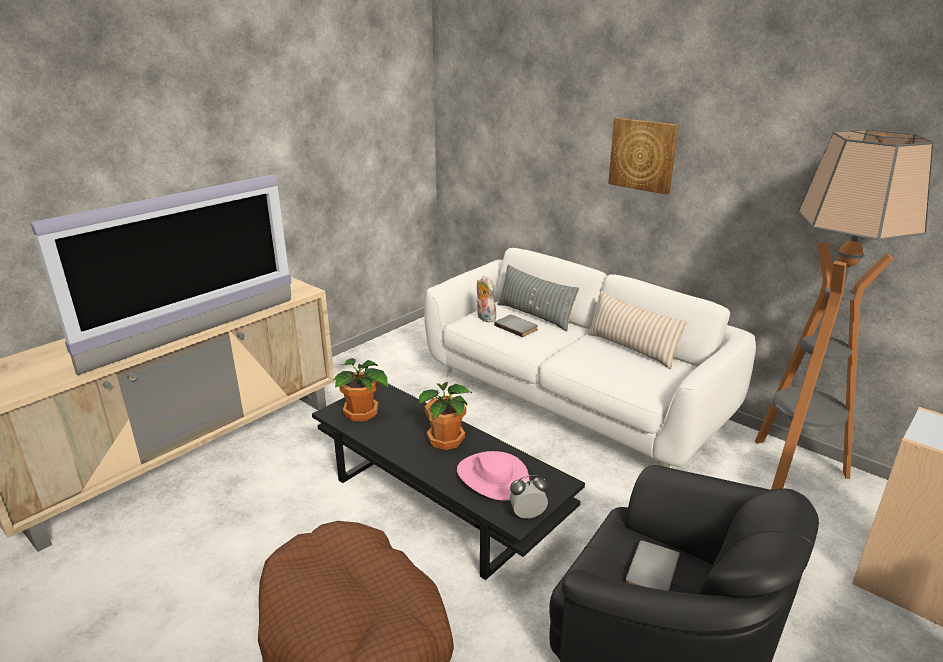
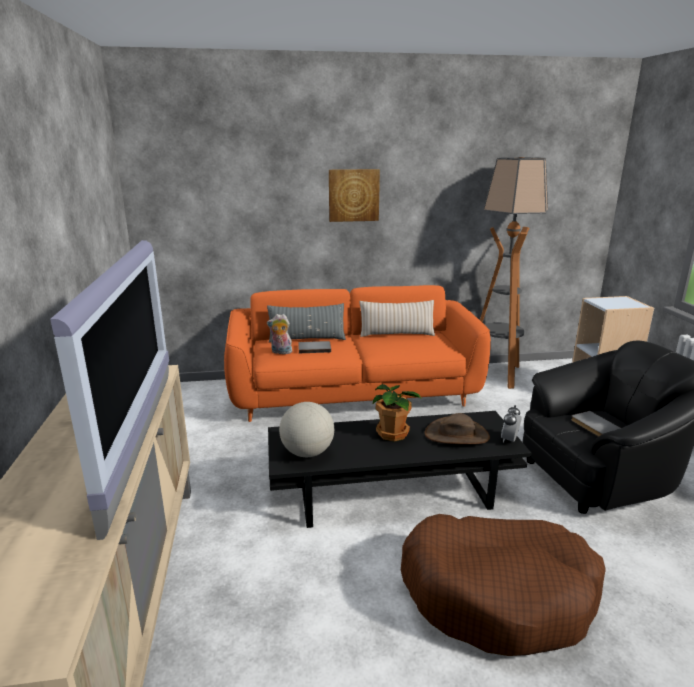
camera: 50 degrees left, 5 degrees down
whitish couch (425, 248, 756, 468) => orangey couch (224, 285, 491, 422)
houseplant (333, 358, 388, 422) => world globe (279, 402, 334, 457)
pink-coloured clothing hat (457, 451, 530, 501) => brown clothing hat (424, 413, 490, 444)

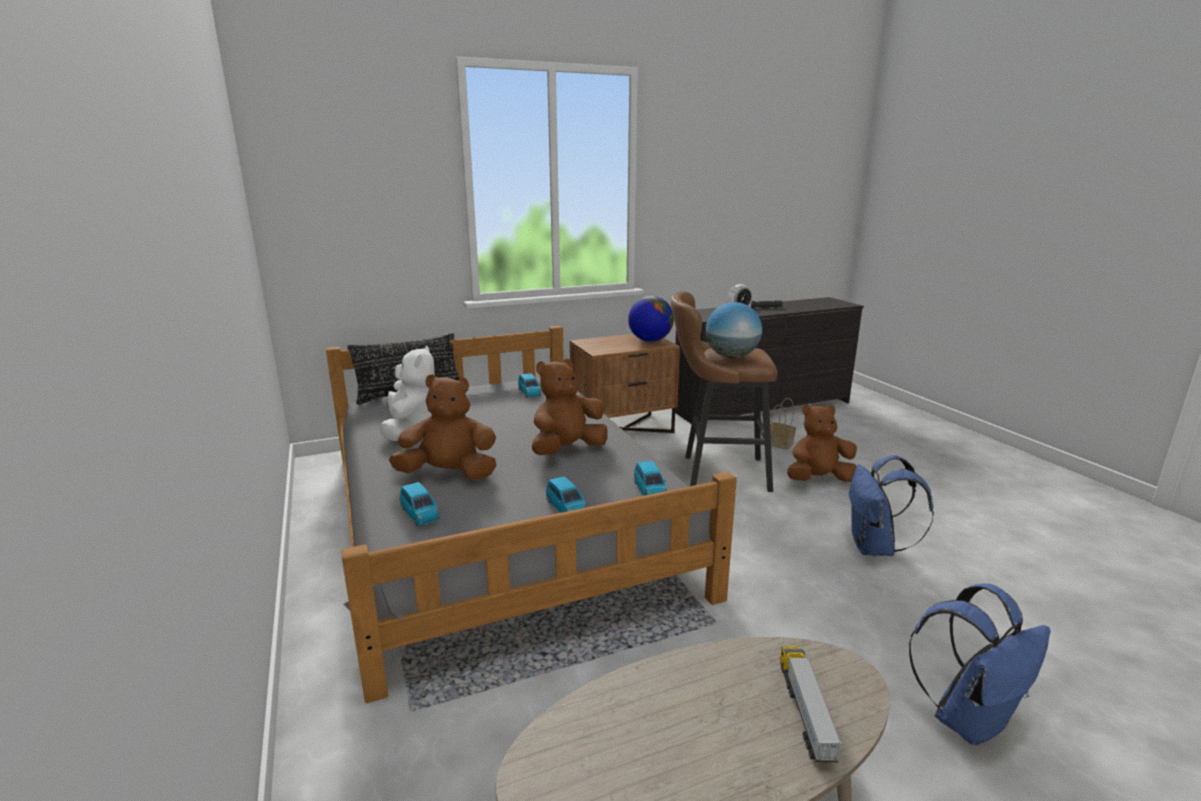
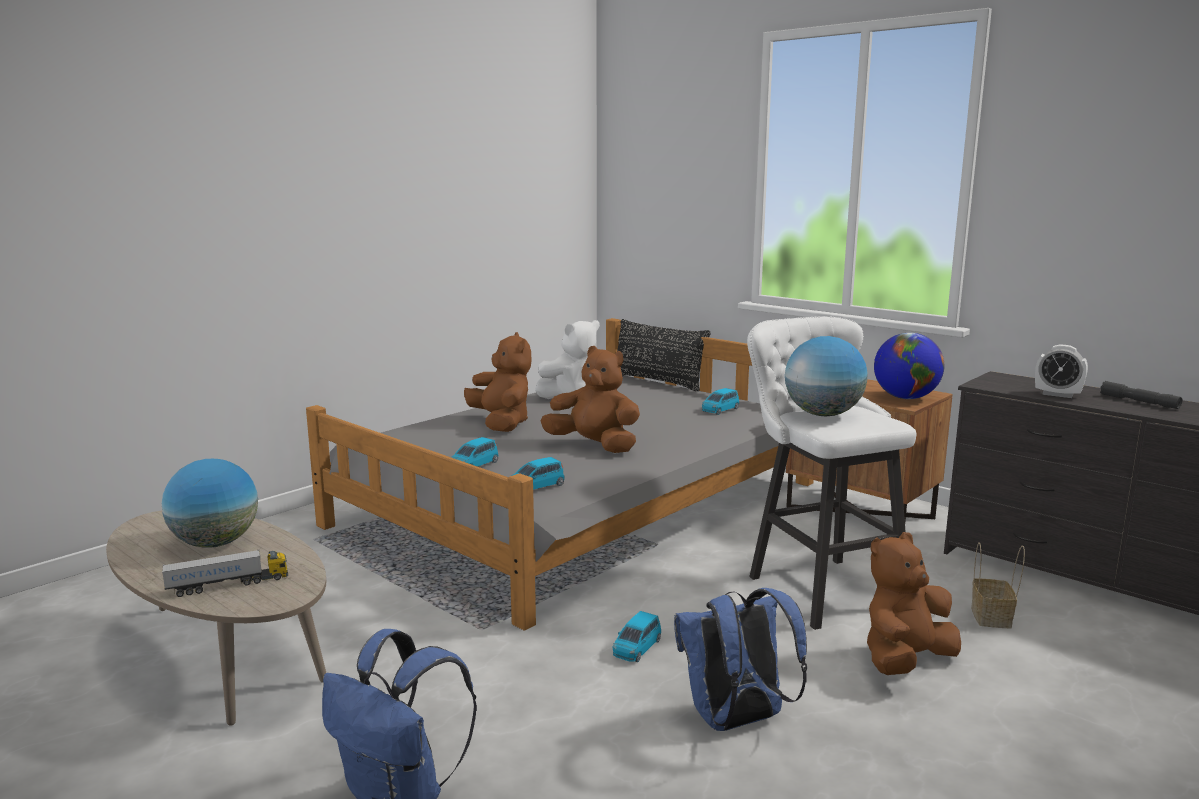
camera: 65 degrees right, 5 degrees down
nothing => world globe (162, 459, 258, 548)
bluish model car (400, 482, 440, 526) => bluish model car (613, 611, 661, 662), moved
brown stool (671, 291, 777, 492) => whitish stool (747, 316, 916, 630)
brown soft toy (787, 404, 857, 482) => brown soft toy (867, 532, 961, 675), 90 degrees counterclockwise

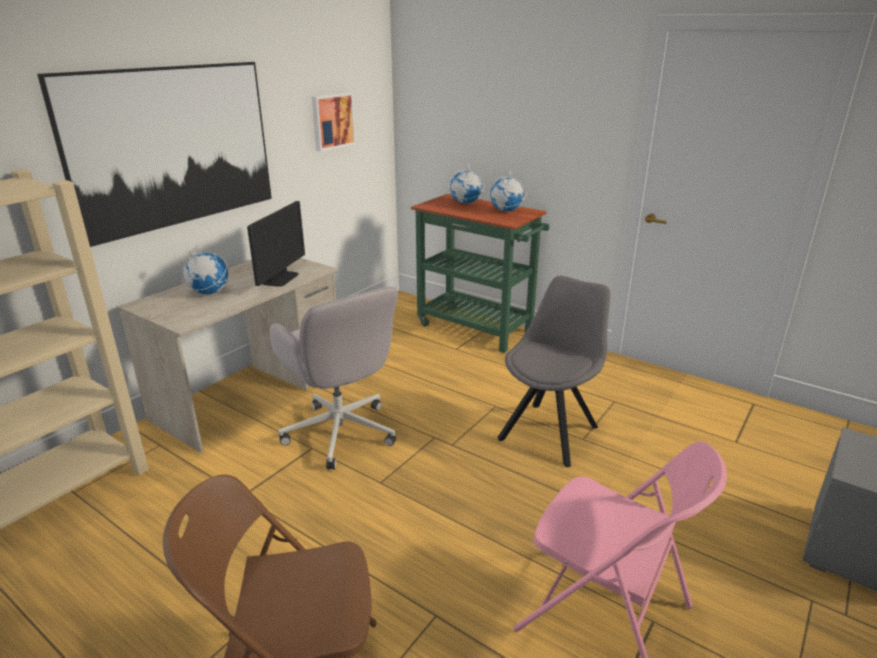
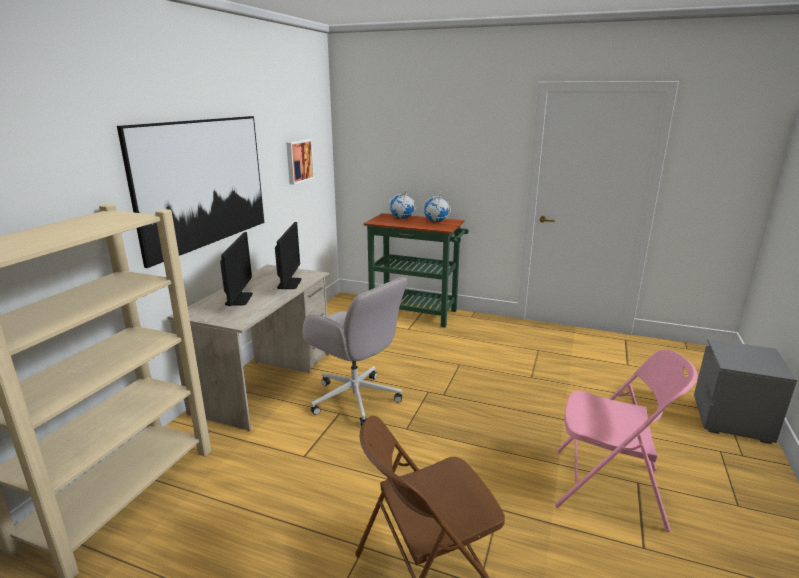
camera: 15 degrees left, 5 degrees down
world globe (182, 245, 228, 294) => monitor (220, 232, 253, 306)
greyish plain chair (497, 276, 610, 467) => nothing

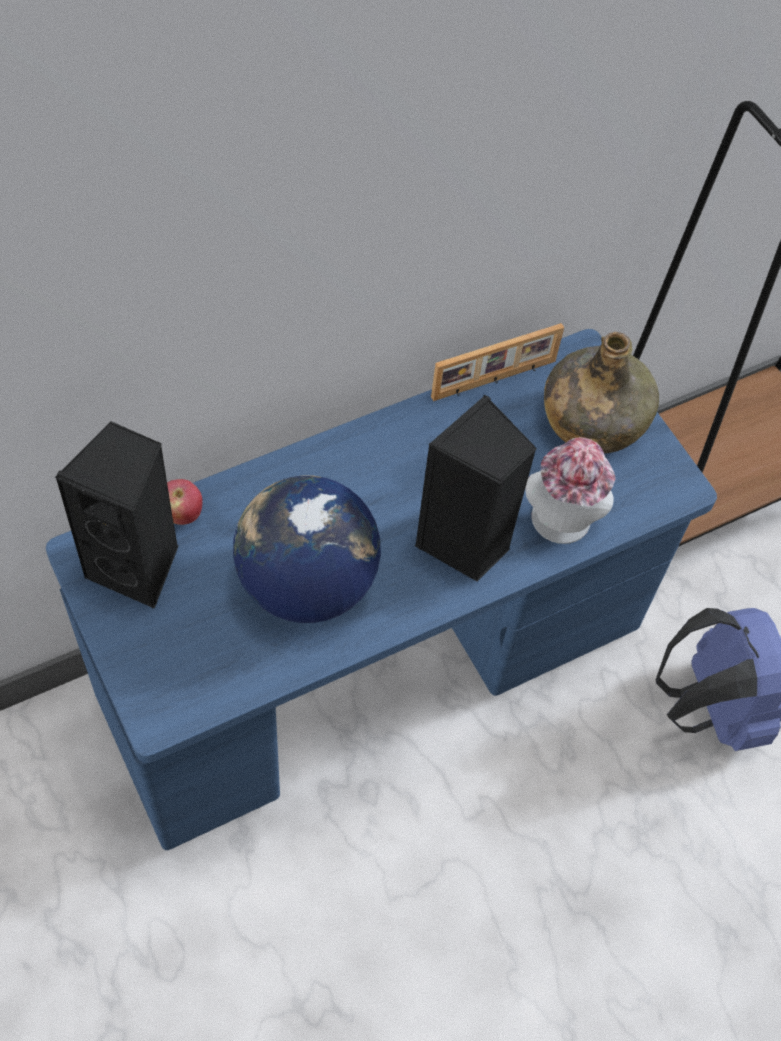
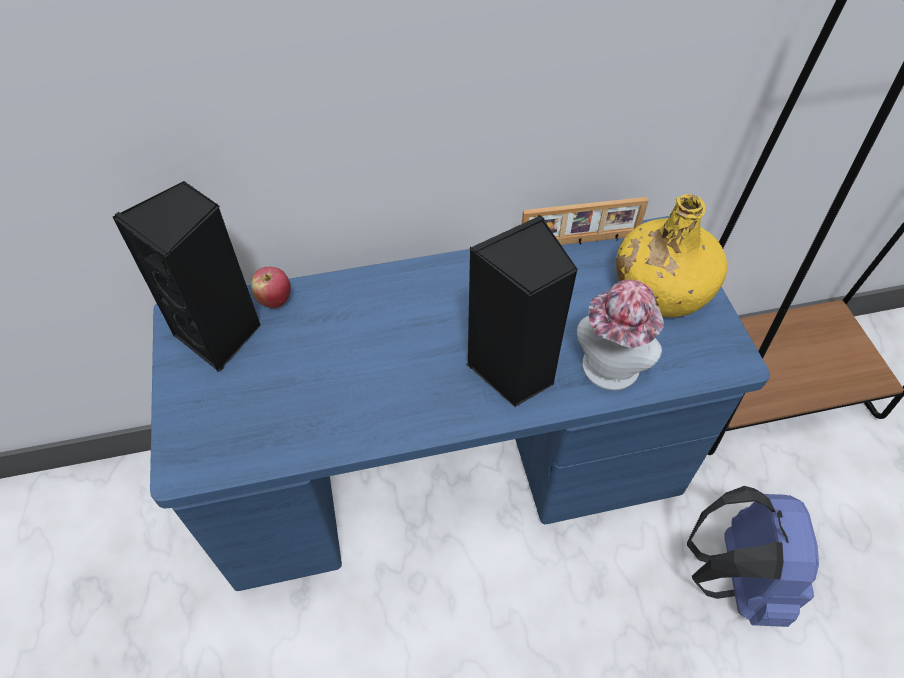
camera: 20 degrees right, 5 degrees down
greenish beverage bottle (544, 331, 659, 453) => yellow beverage bottle (616, 194, 727, 317)
world globe (233, 475, 381, 623) => nothing

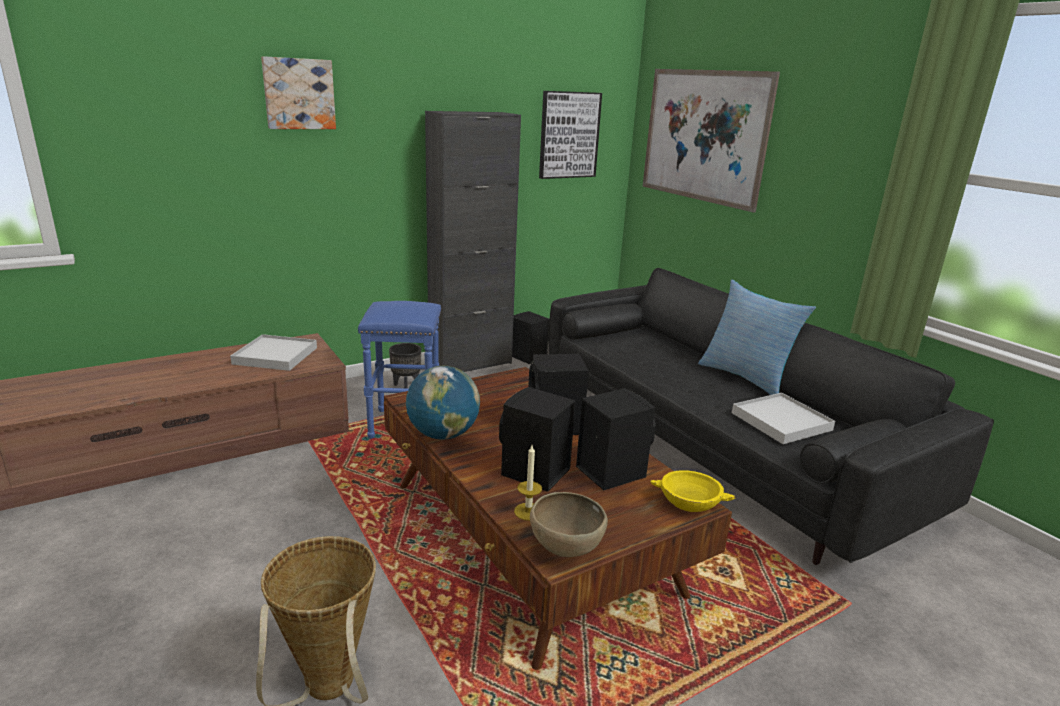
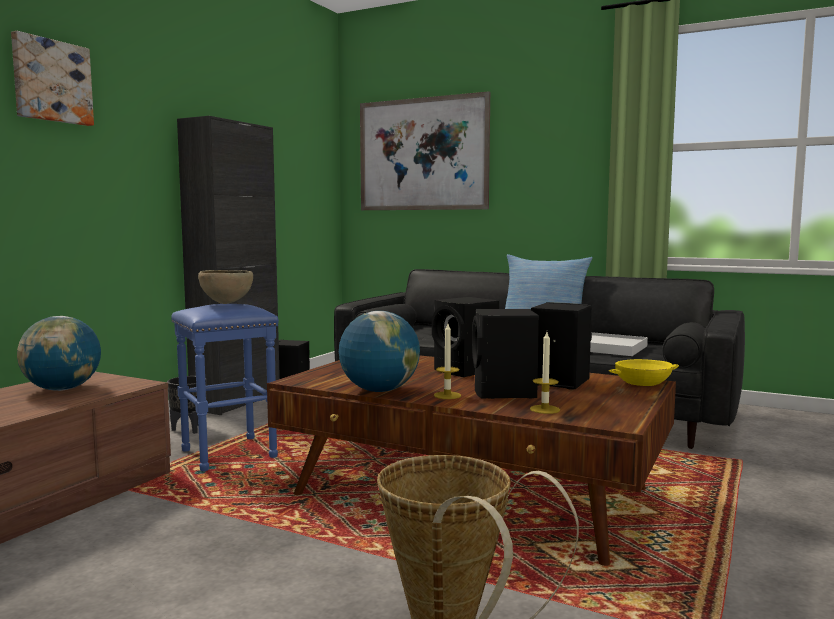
camera: 30 degrees left, 15 degrees down
whitish serving tray (230, 334, 317, 371) => world globe (17, 316, 101, 391)
brown deep dish (530, 492, 608, 557) => brown deep dish (198, 270, 253, 304), moved
nothing => wax light (434, 324, 461, 399)
picture (539, 91, 602, 179) => nothing

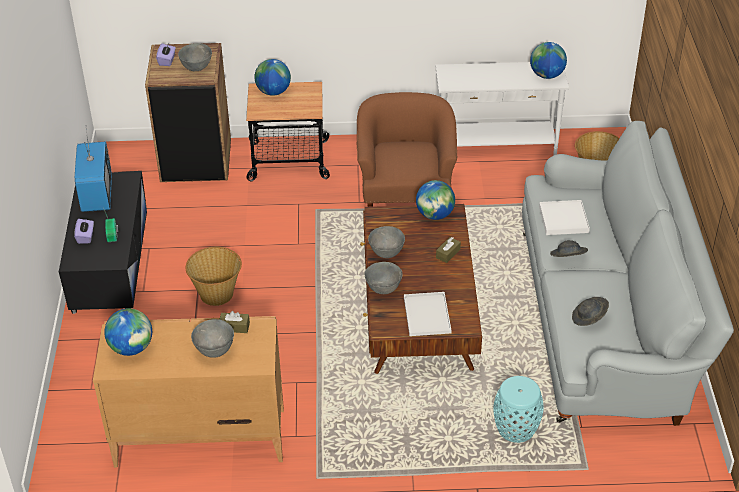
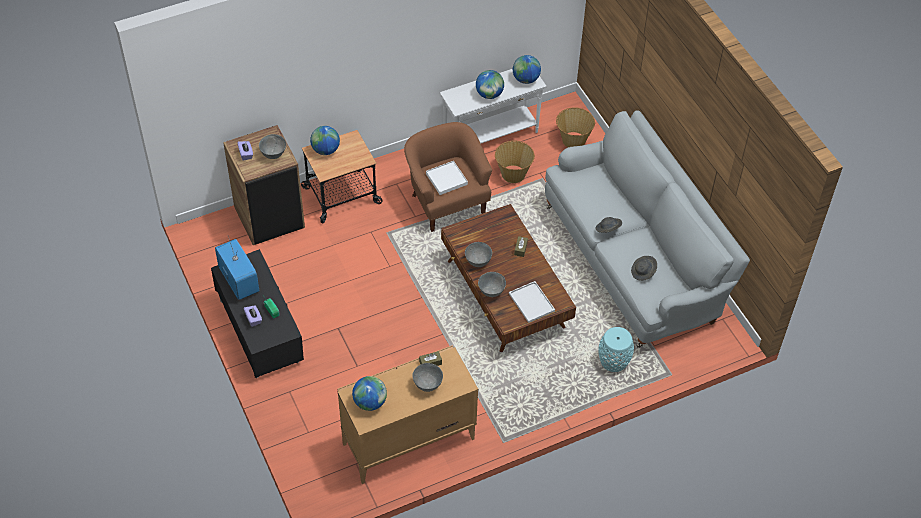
camera: 25 degrees left, 10 degrees up
whitish serving tray (539, 200, 590, 235) => whitish serving tray (426, 161, 468, 195), moved
world globe (416, 180, 455, 220) => world globe (476, 70, 504, 99), moved
household basket (186, 247, 242, 306) => household basket (495, 141, 535, 183), moved

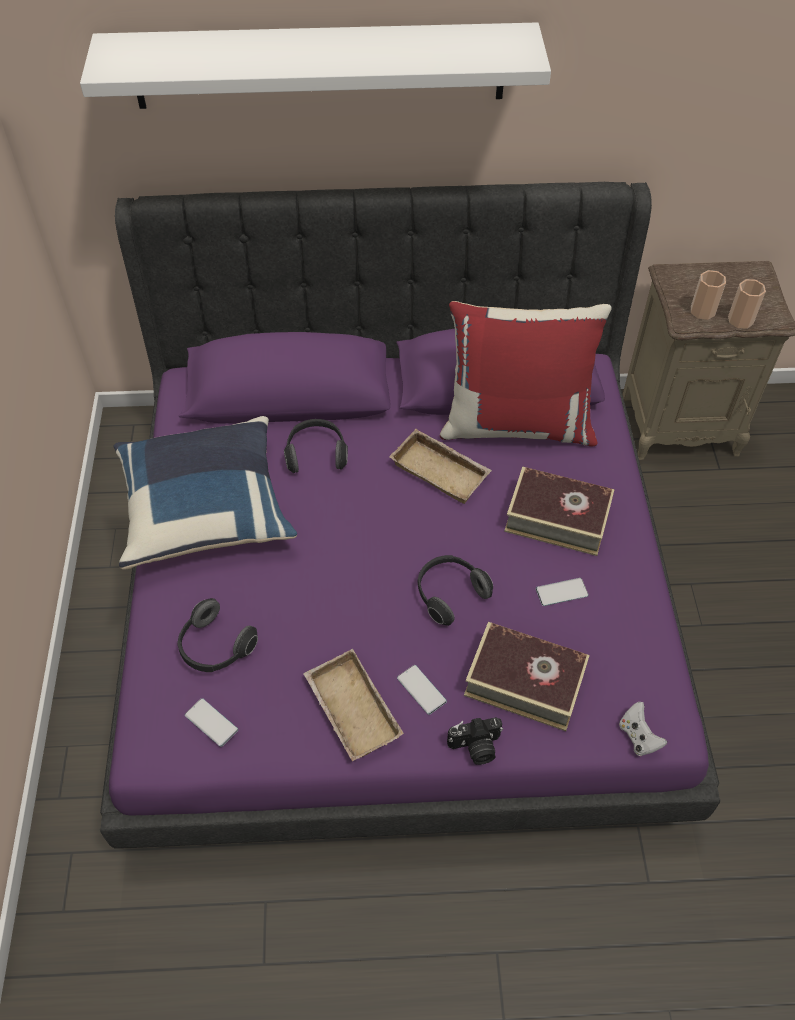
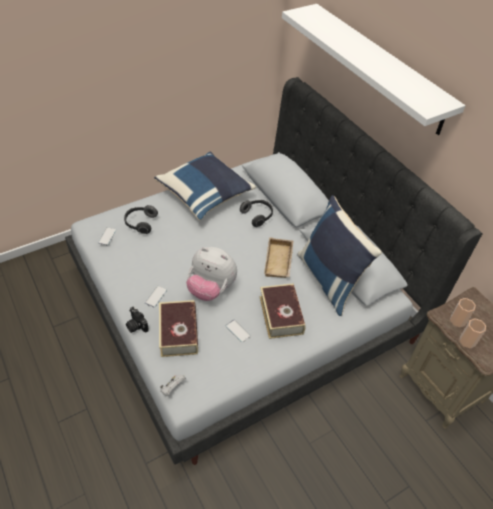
camera: 60 degrees right, 5 degrees down
purple-coloured bedroom bed (100, 182, 720, 849) => greyish bedroom bed (65, 77, 483, 465)
headset (417, 555, 493, 626) => soft toy (186, 247, 237, 301)
red cushion (440, 301, 612, 447) => bluish cushion (297, 195, 382, 316)
sand-coloured serving tray (304, 649, 404, 761) => nothing

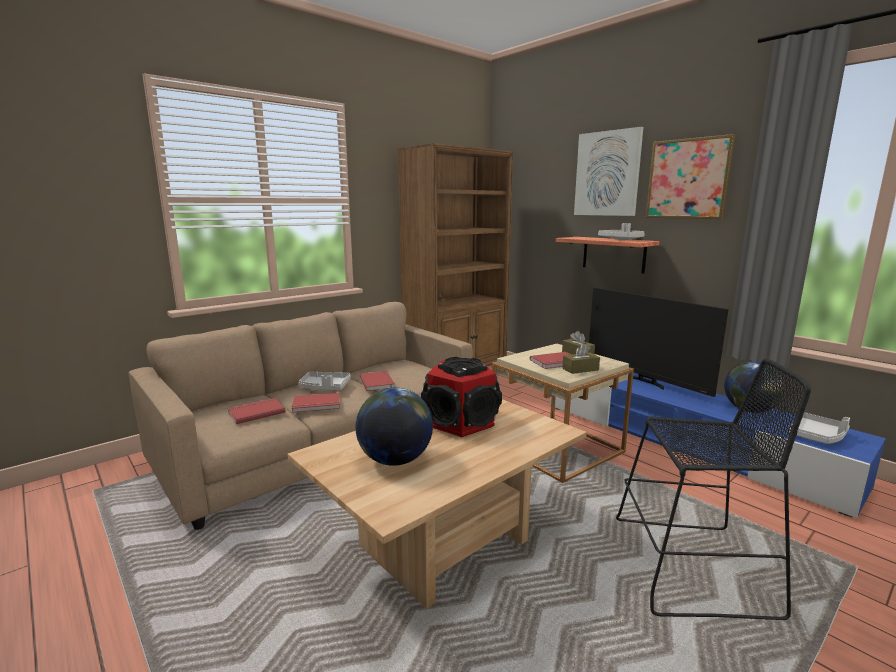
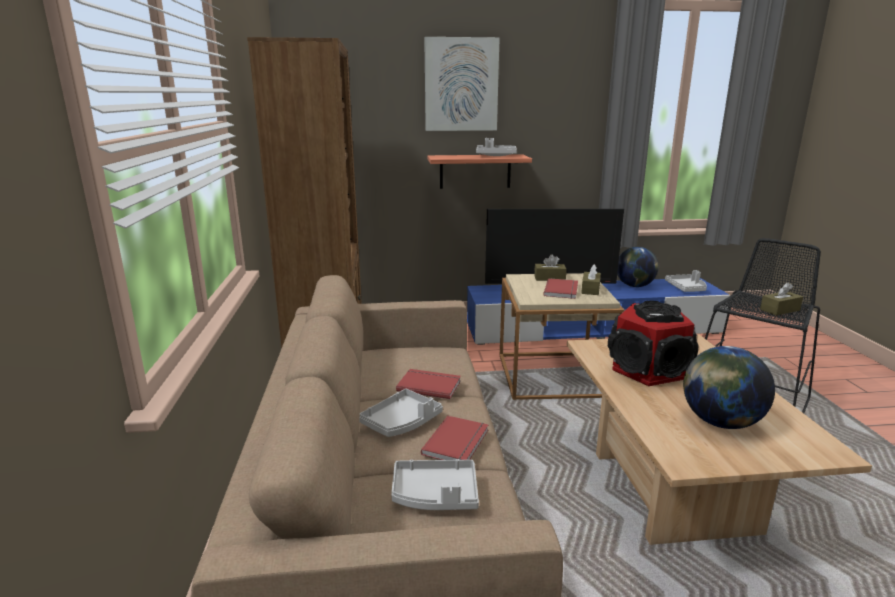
camera: 55 degrees left, 5 degrees up
red book (228, 398, 285, 424) => greyish serving tray (391, 459, 479, 510)
nothing => brown tissue holder (760, 282, 803, 316)
picture (646, 134, 735, 219) => nothing

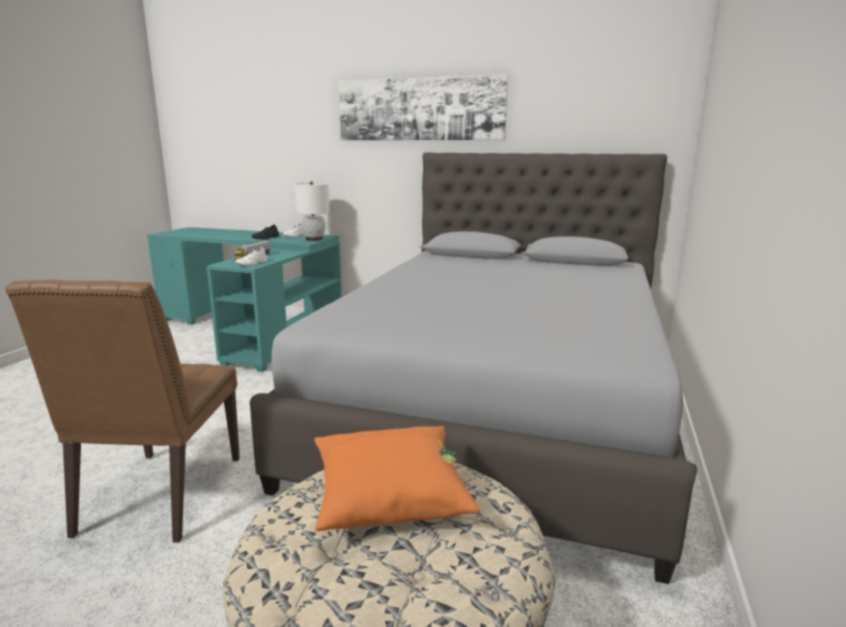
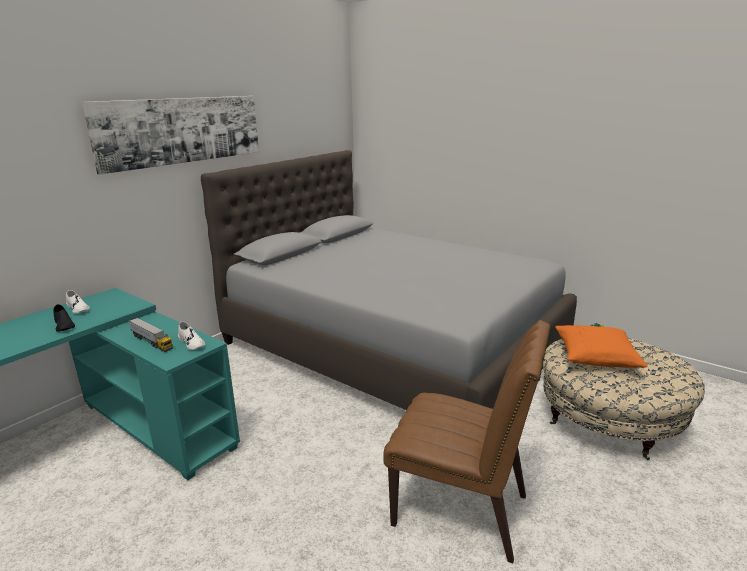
camera: 70 degrees left, 5 degrees up
whitish lamp for a table (295, 181, 329, 241) => nothing

